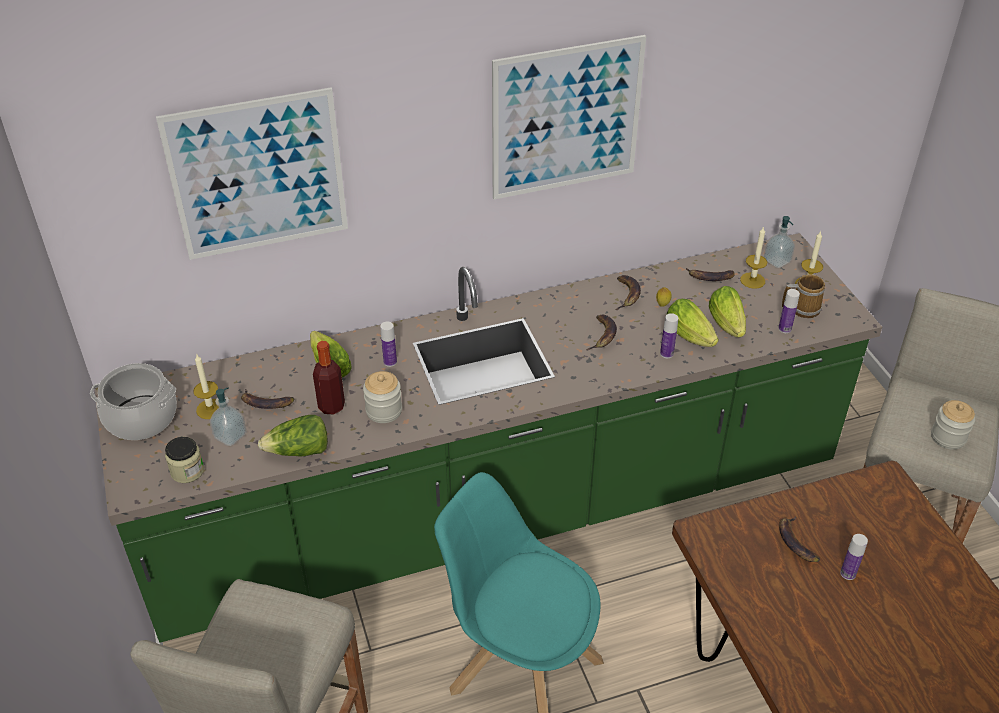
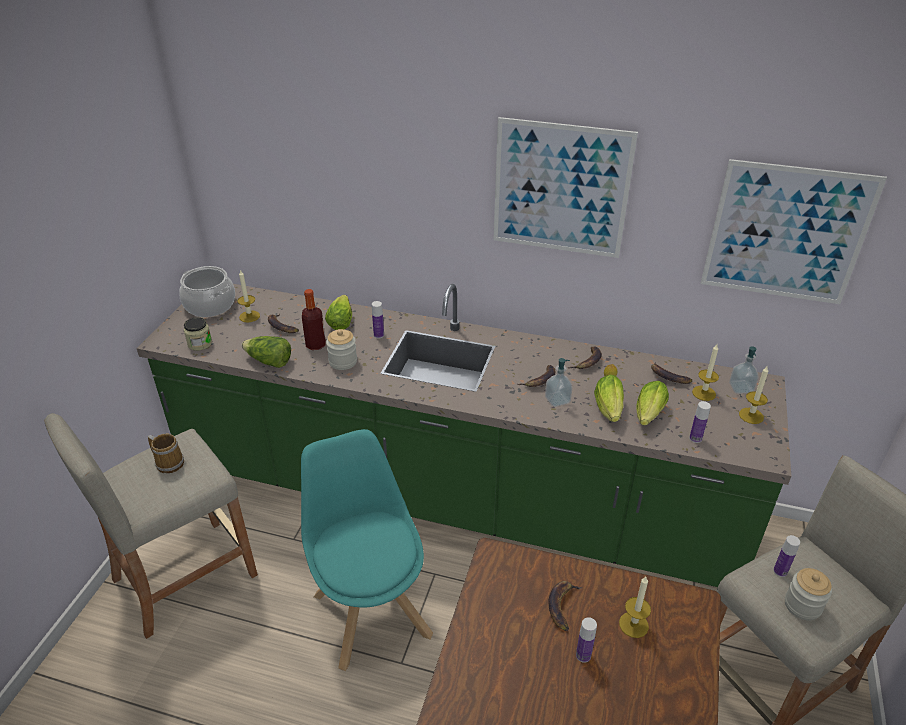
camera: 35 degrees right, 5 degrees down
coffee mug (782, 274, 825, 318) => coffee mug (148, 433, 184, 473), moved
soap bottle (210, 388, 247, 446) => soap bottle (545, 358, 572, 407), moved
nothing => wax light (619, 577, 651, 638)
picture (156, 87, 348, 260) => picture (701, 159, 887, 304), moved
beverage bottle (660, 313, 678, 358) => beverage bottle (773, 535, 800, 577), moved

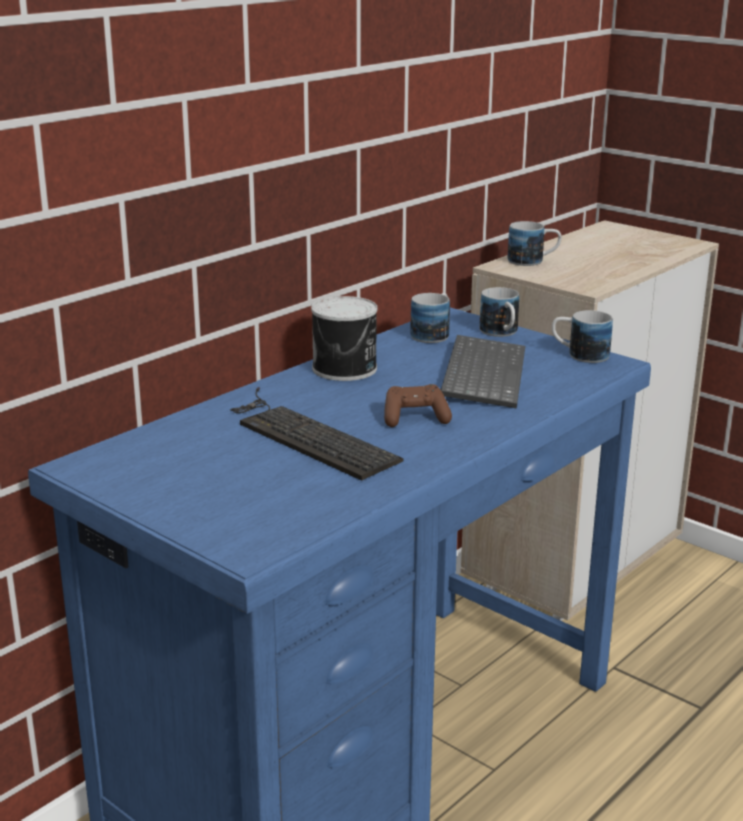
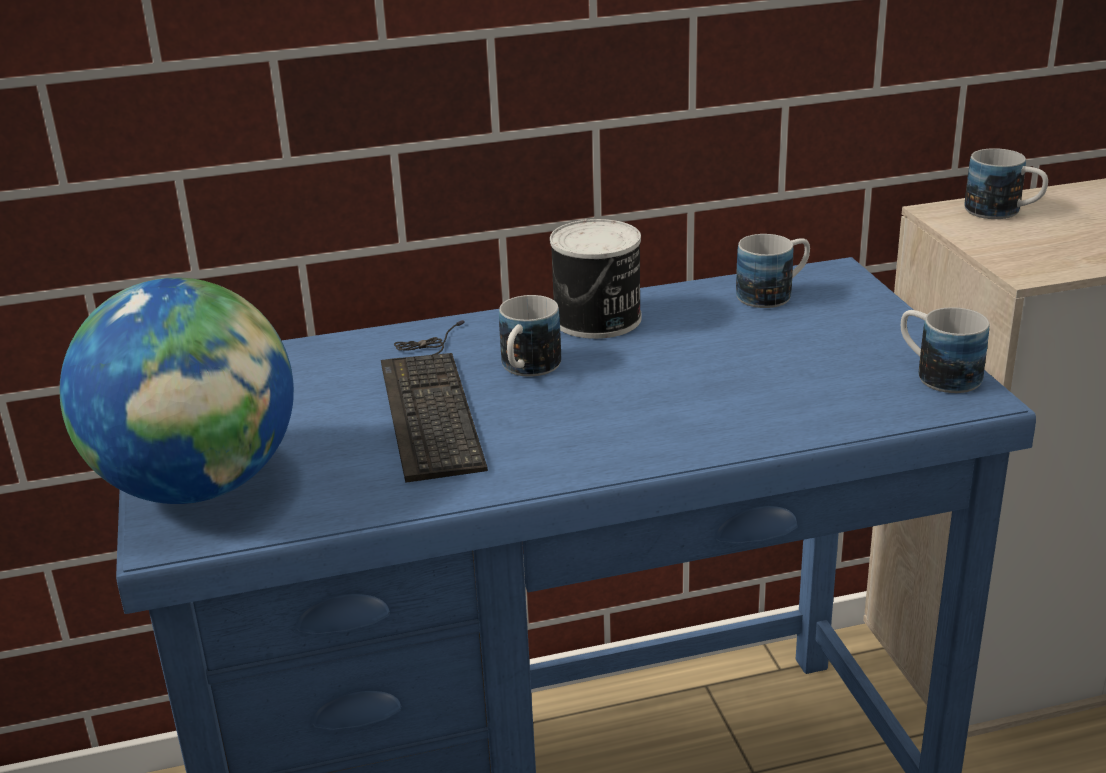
camera: 35 degrees right, 5 degrees up
nothing => world globe (59, 277, 294, 504)
coffee mug (479, 287, 519, 337) => coffee mug (499, 295, 561, 377), moved
brown gamepad (384, 384, 452, 427) => nothing
computer keyboard (441, 335, 525, 409) => nothing

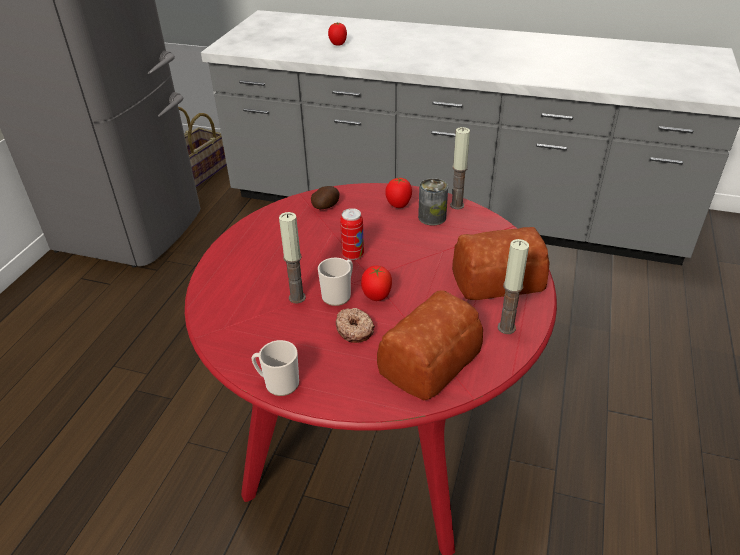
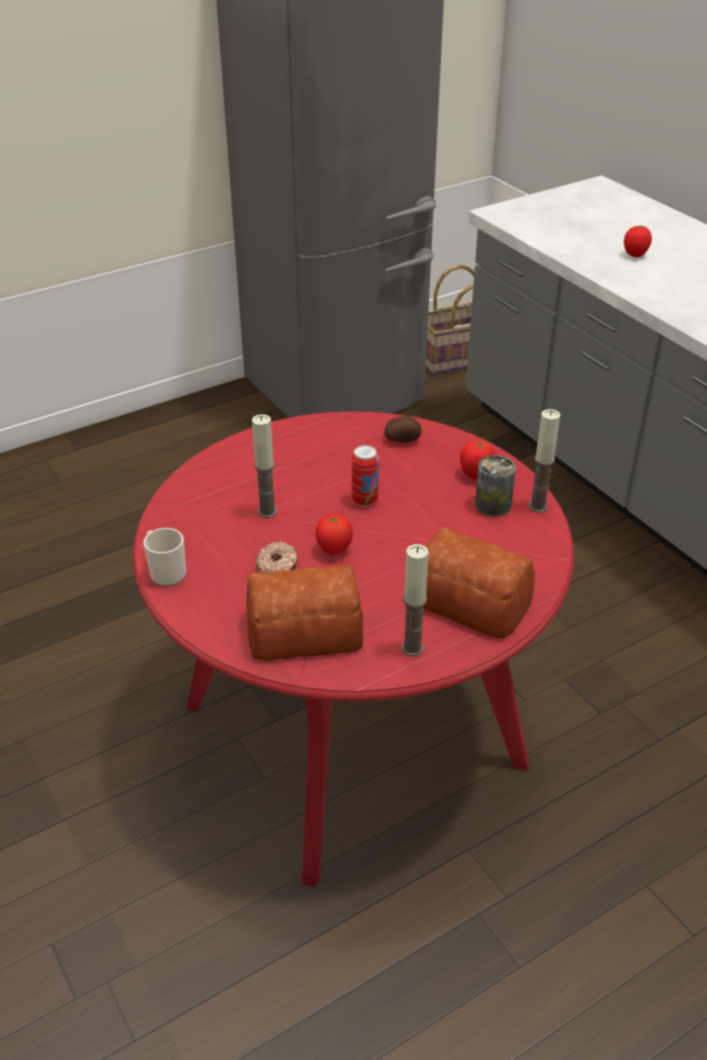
camera: 40 degrees right, 0 degrees up
coffee mug (318, 258, 353, 306) => nothing

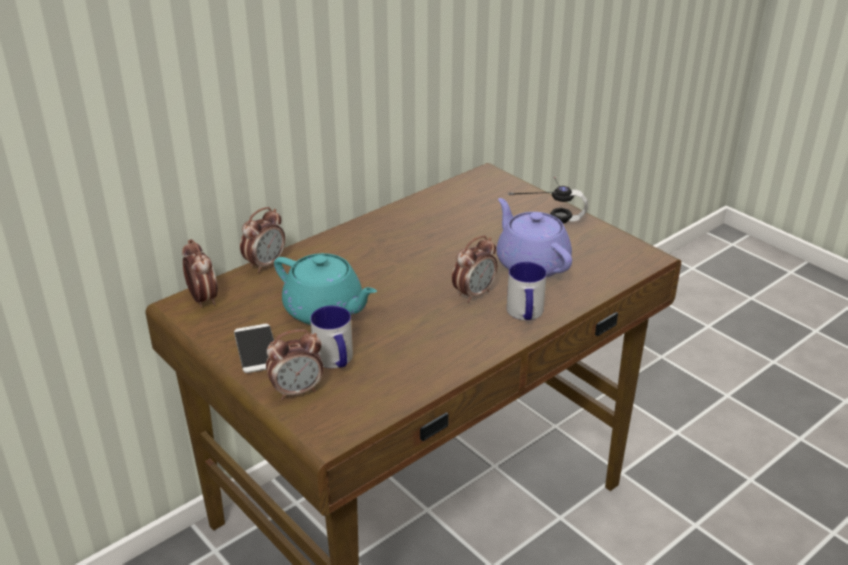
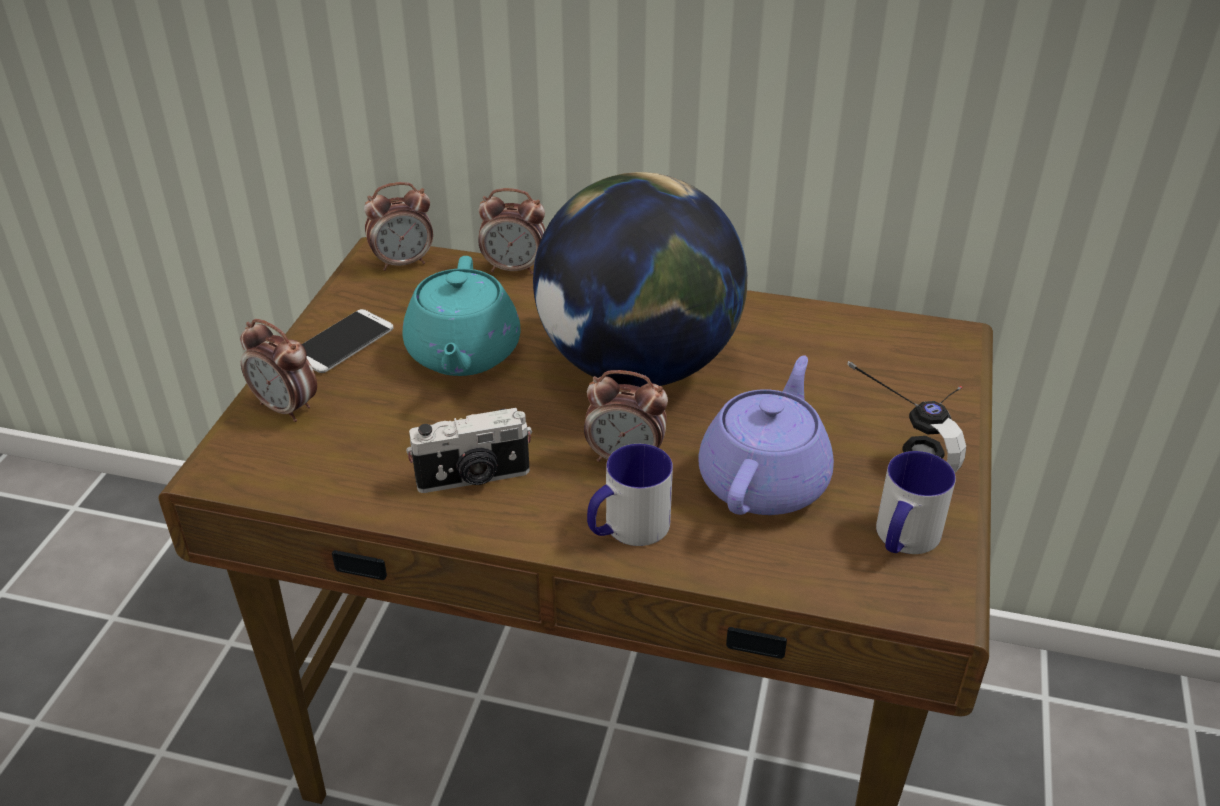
camera: 55 degrees right, 5 degrees up
bedside clock (182, 239, 218, 307) => bedside clock (364, 182, 433, 271), 45 degrees clockwise
nothing => still camera (406, 408, 532, 493)
nothing => world globe (533, 172, 748, 387)
coffee mug (310, 306, 353, 368) => coffee mug (876, 451, 956, 554), moved

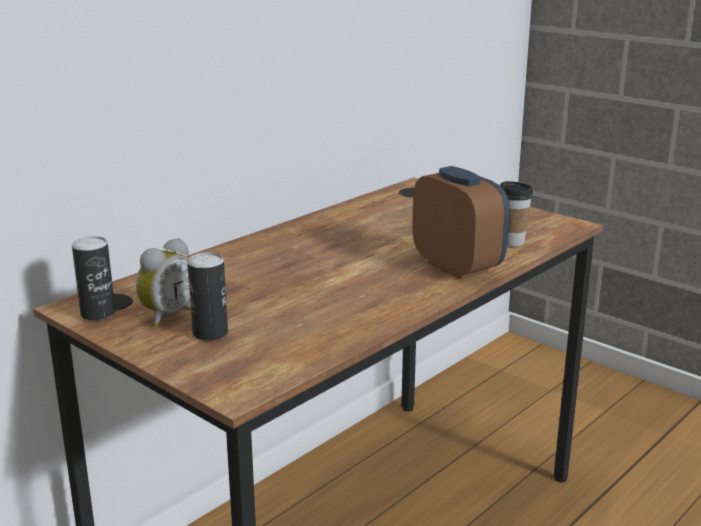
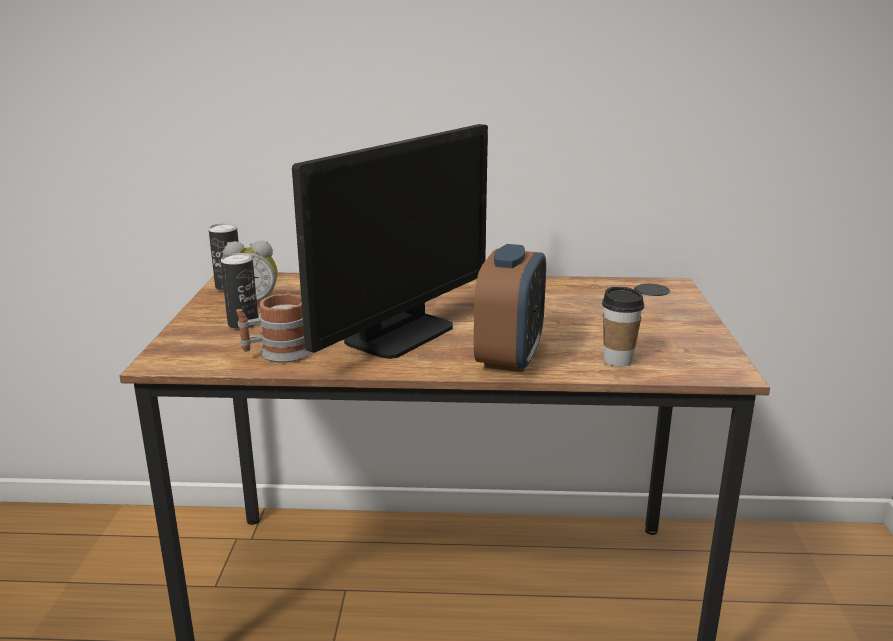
camera: 50 degrees right, 0 degrees up
nothing => coffee mug (236, 293, 311, 363)
nothing => monitor (292, 124, 488, 359)

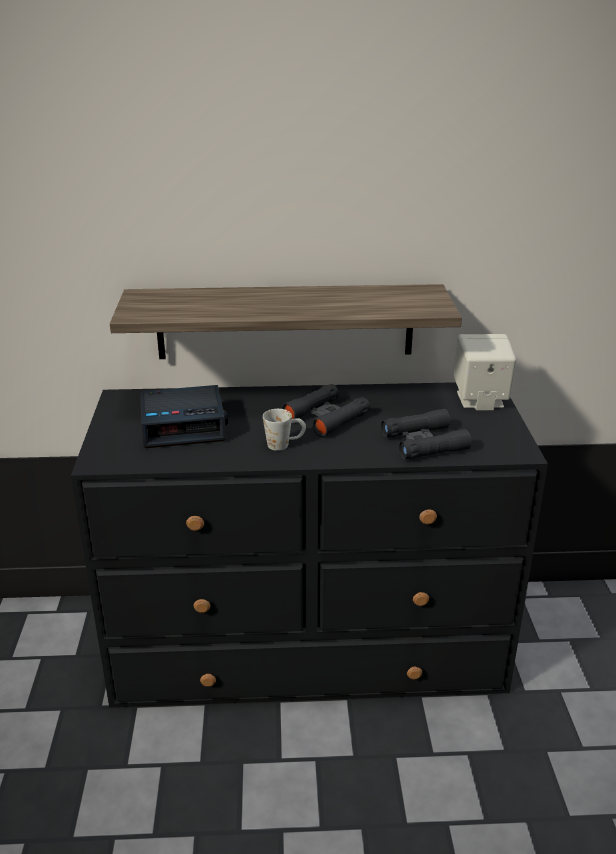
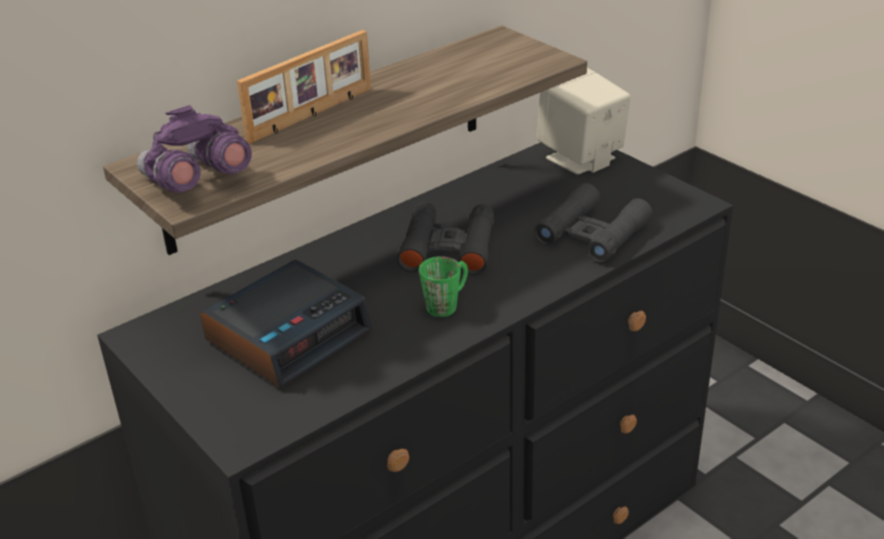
camera: 35 degrees left, 5 degrees up
nothing => purple-coloured pair of binoculars (137, 105, 252, 193)
nothing => picture frame (237, 30, 371, 143)
whitish coffee mug (263, 409, 306, 451) => greenish coffee mug (419, 256, 468, 317)

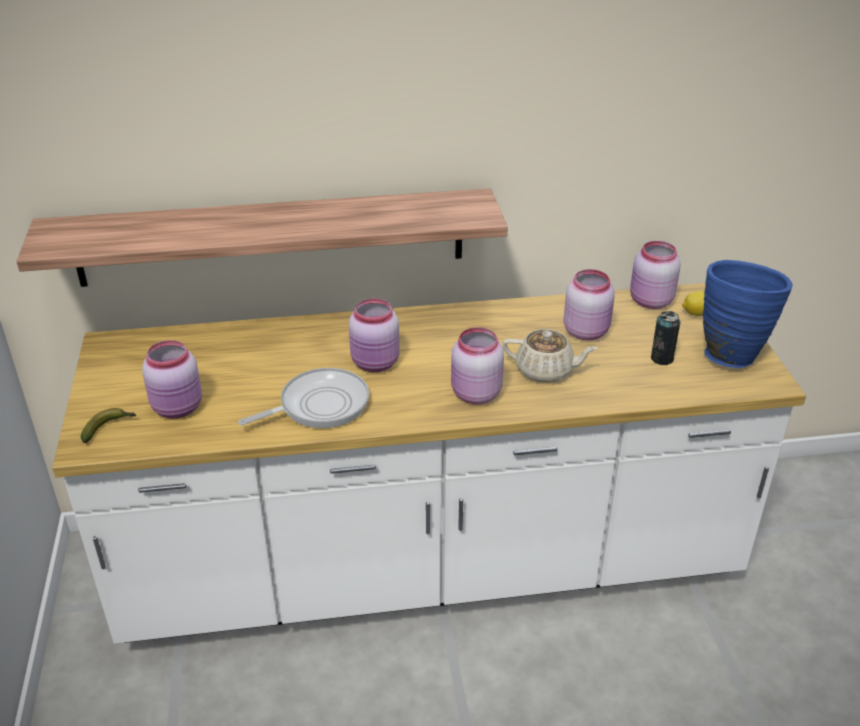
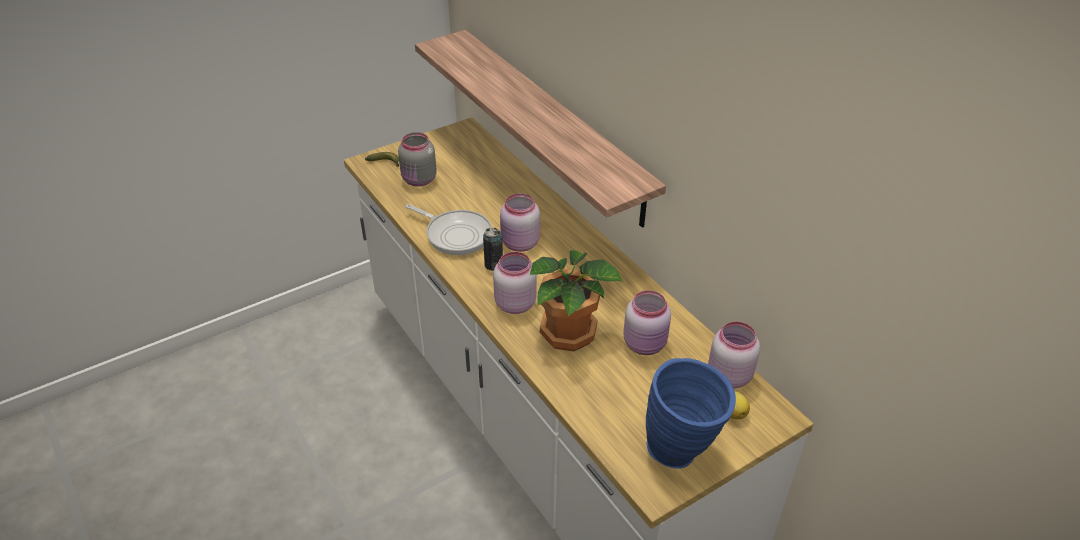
camera: 65 degrees right, 5 degrees up
pink-coloured storage jar (142, 340, 202, 419) => greyish storage jar (398, 132, 437, 187)
sealed can (651, 311, 680, 365) => sealed can (483, 228, 503, 271), moved
sand-coloured tea pot (502, 329, 598, 382) => houseplant (529, 251, 623, 352)

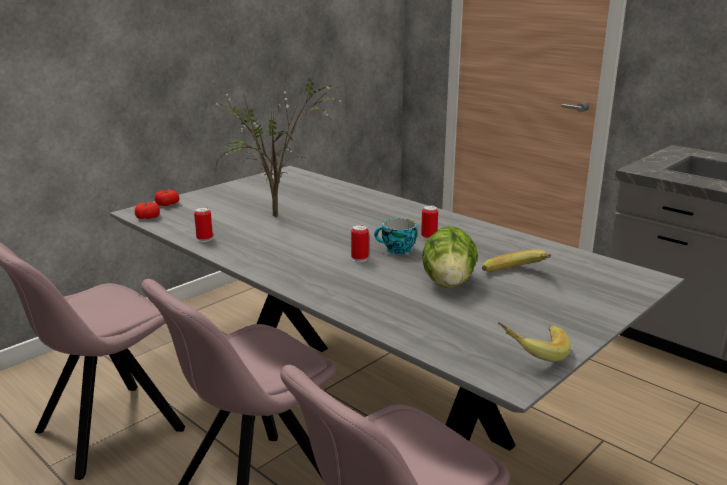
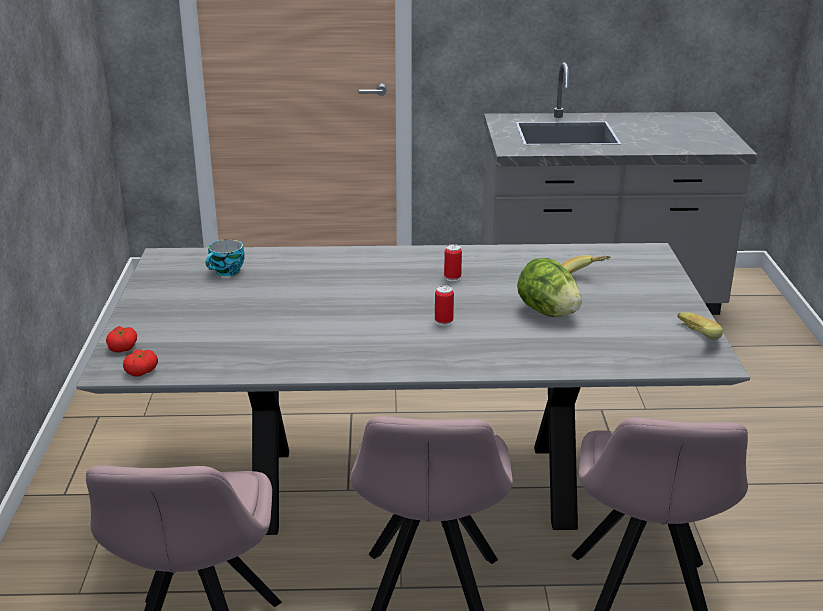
camera: 45 degrees left, 5 degrees up
cup (374, 218, 417, 254) => cup (206, 239, 245, 276), moved
sealed can (194, 207, 213, 242) => nothing
houseplant (211, 69, 342, 217) => nothing

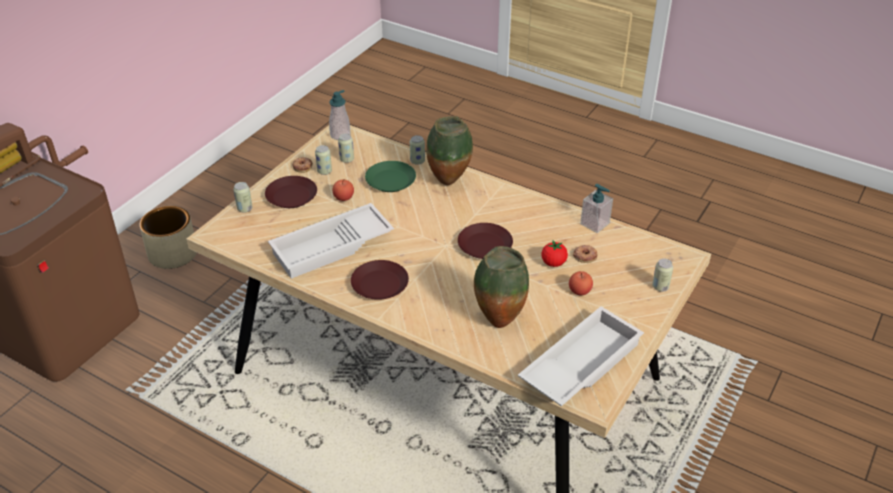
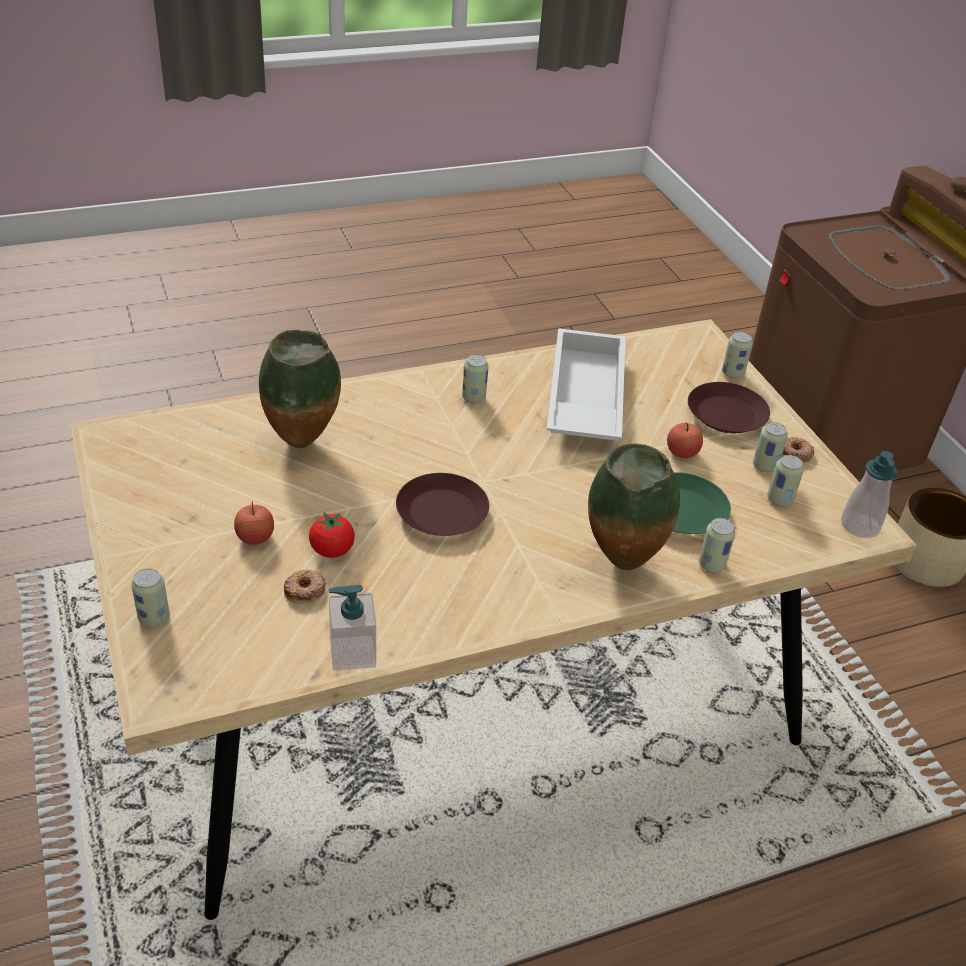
camera: 125 degrees right, 0 degrees up
brown plate (351, 260, 409, 300) => sealed can (462, 354, 489, 403)
whitish serving tray (518, 306, 644, 406) => nothing

